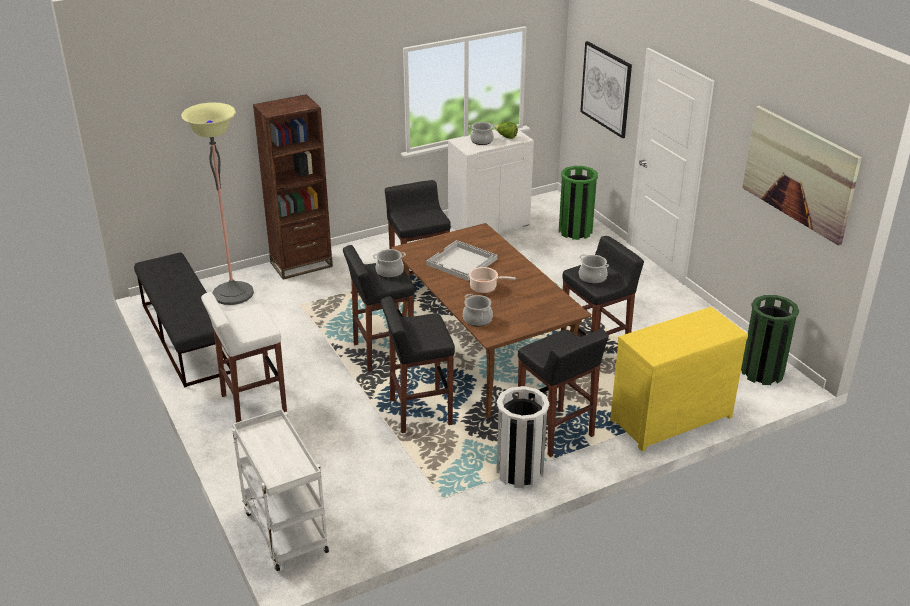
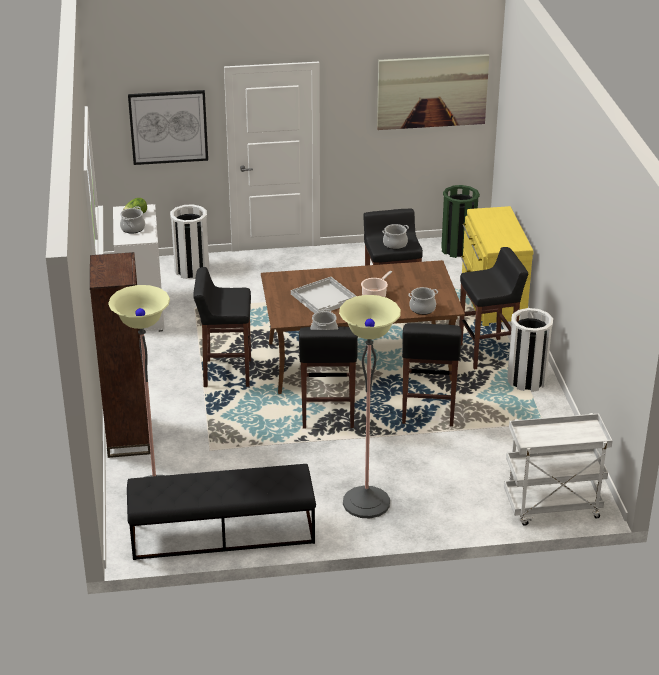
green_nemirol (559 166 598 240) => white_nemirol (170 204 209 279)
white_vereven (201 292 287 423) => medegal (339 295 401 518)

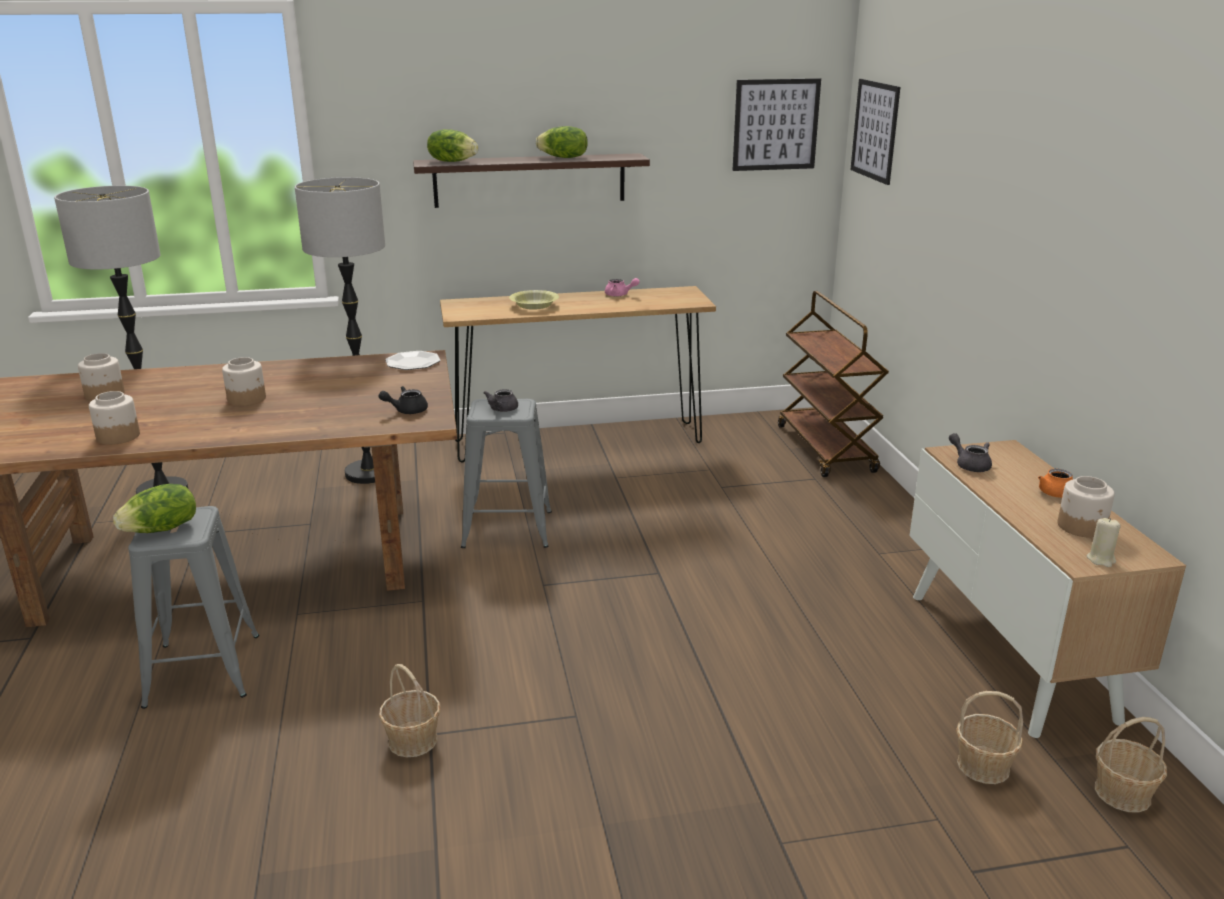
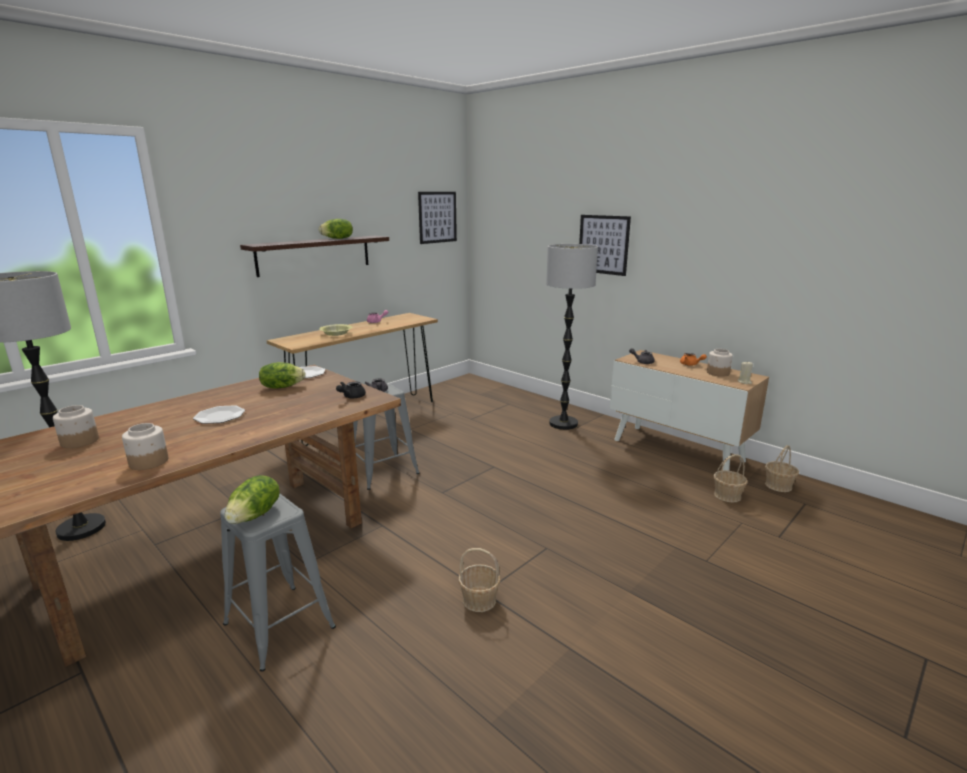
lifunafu (222 357 266 406) => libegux (193 405 245 424)
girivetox (427 129 478 162) => girivetox (259 362 306 389), shifted
medegal (295 177 385 484) => medegal (546 244 598 430), shifted
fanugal (850 79 900 185) => fanugal (579 215 631 276), shifted
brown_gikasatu (778 291 889 477) => nothing

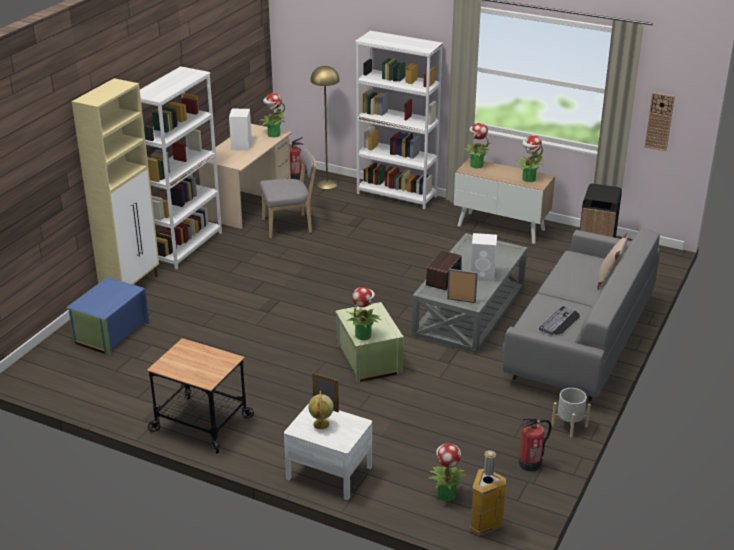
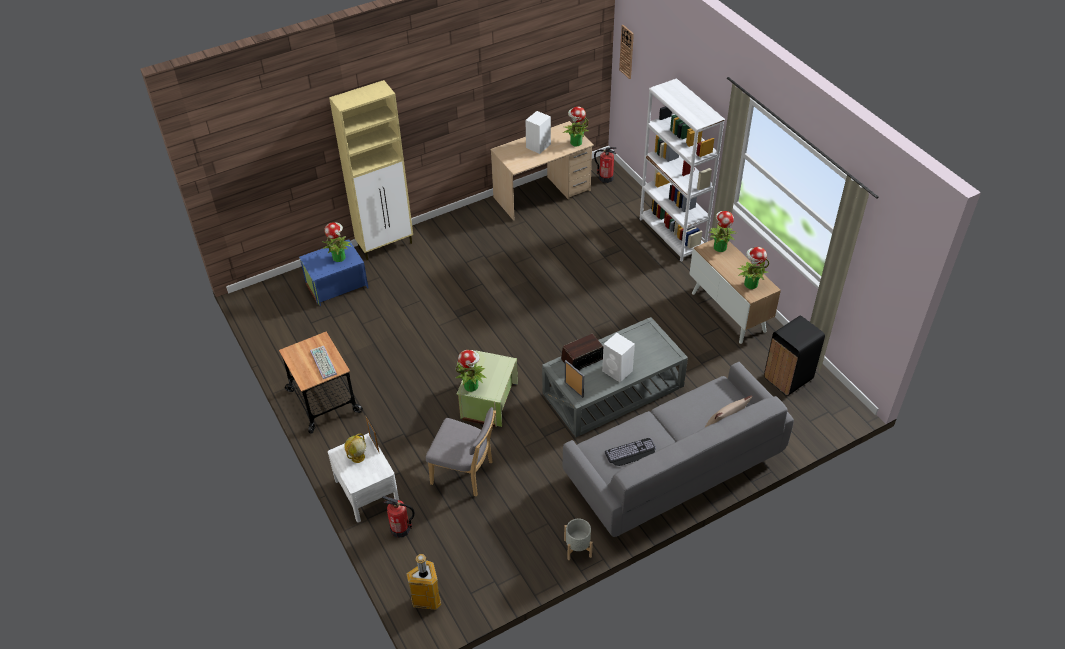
nothing => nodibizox (310 346 337 379)
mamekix (429 444 467 501) => mamekix (322 222 352 262), shifted
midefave (519 417 552 471) => midefave (382 496 415 538), shifted
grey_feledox (260 147 316 239) => grey_feledox (426 407 496 497), shifted
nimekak (645 92 675 151) => nimekak (619 25 634 79), shifted
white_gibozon (140 66 222 269) => nothing
yellow_medegal (310 66 340 189) => nothing

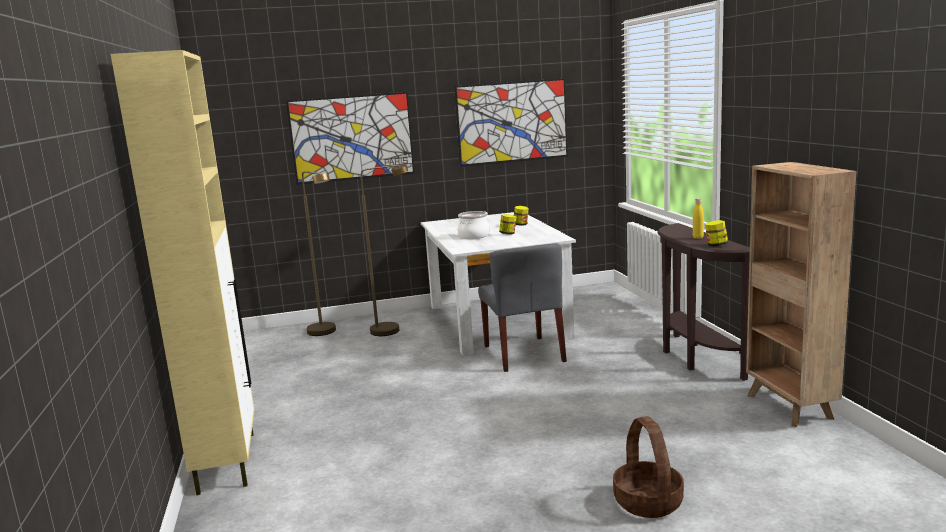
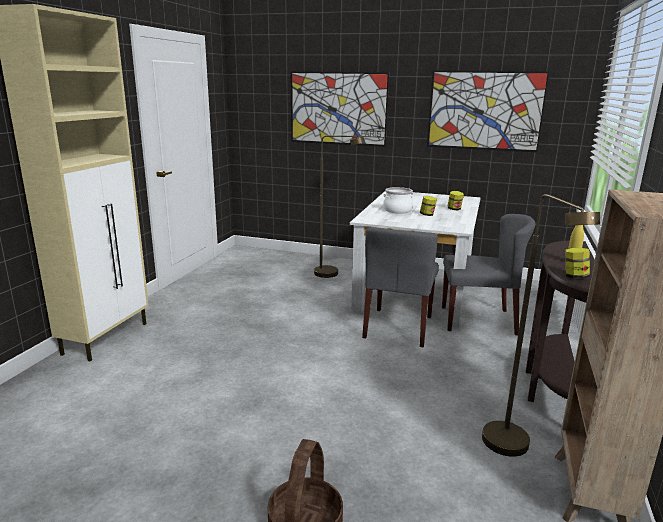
nothing => grey_feledox (442 214 536 335)
brown_medegal (302 171 336 336) => brown_medegal (482 194 600 457), shifted

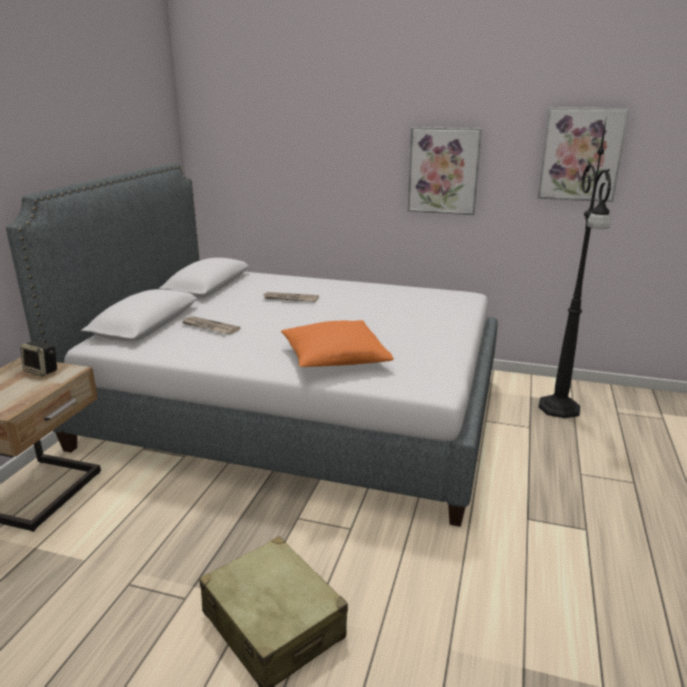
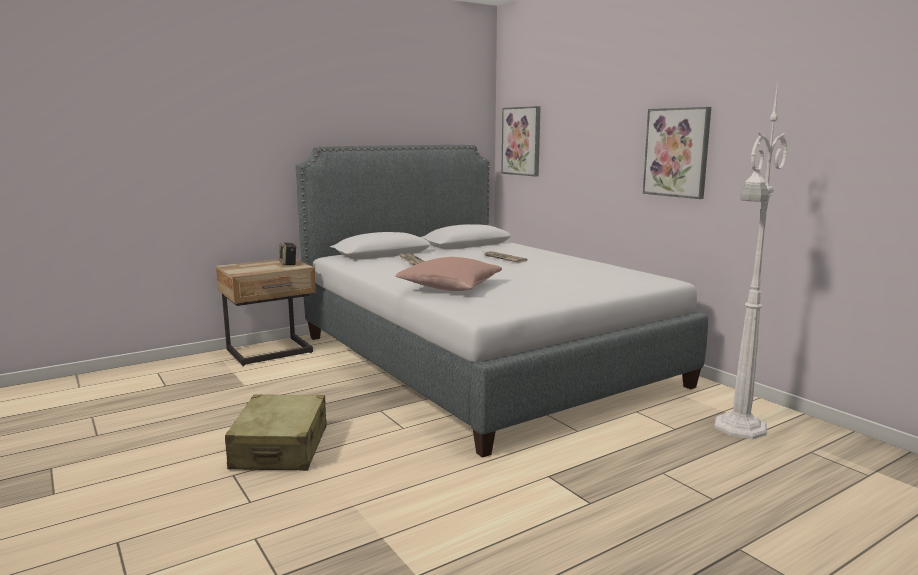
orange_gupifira (281 320 394 367) => pink_gupifira (395 257 502 291)
fanugal (538 107 630 202) => fanugal (501 106 541 176), shifted
black_medegal (539 116 611 418) => white_medegal (714 82 788 440)

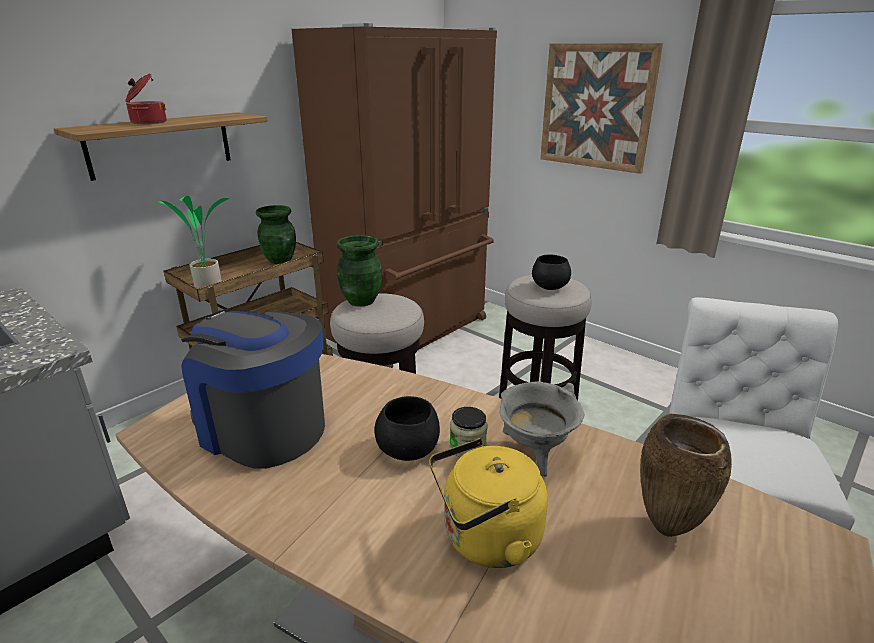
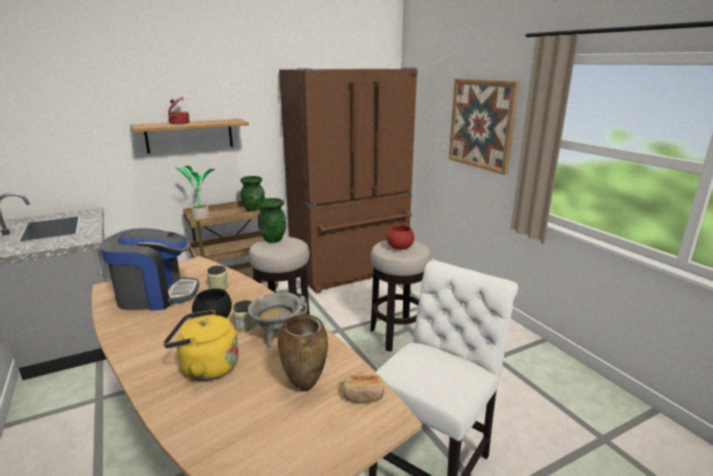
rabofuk (181 311 325 469) => rabofuk (101 228 199 310), 120 degrees clockwise
nothing => lifunafu (207 265 228 290)
nothing => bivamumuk (343 375 384 402)
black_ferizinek (532 254 571 290) => red_ferizinek (387 225 414 250)

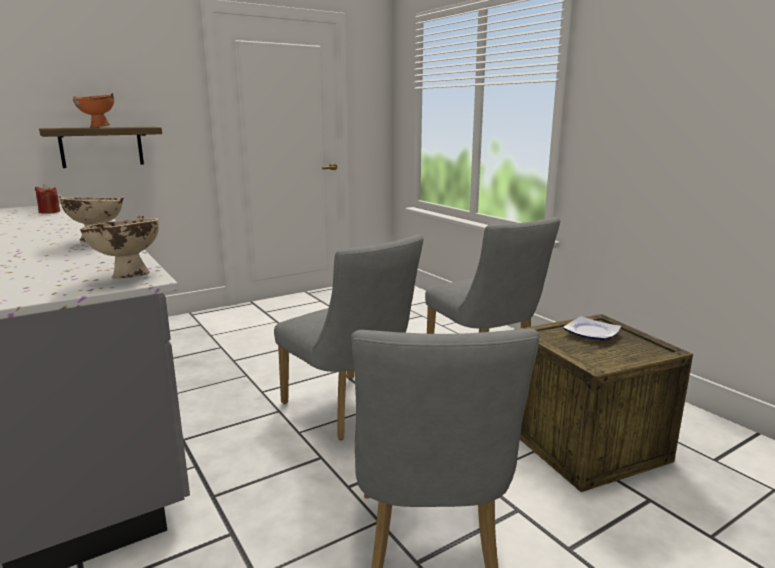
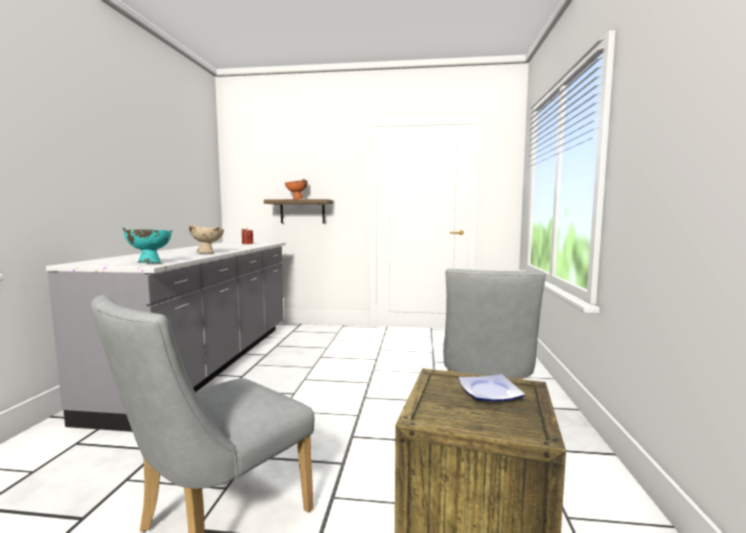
beige_ferizinek (80 215 159 279) => turquoise_ferizinek (123 227 172 263)
grey_feledox (274 235 423 440) => nothing

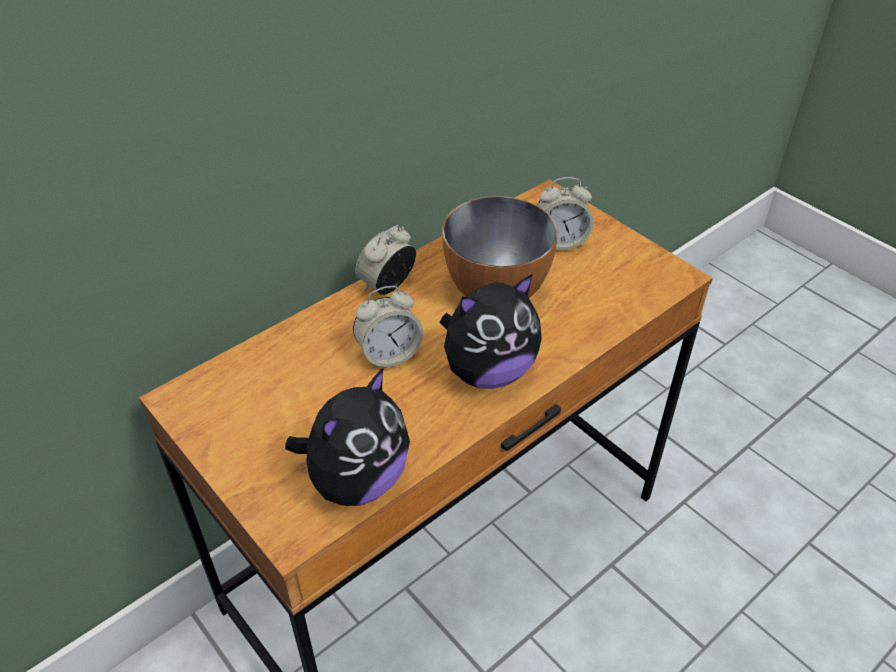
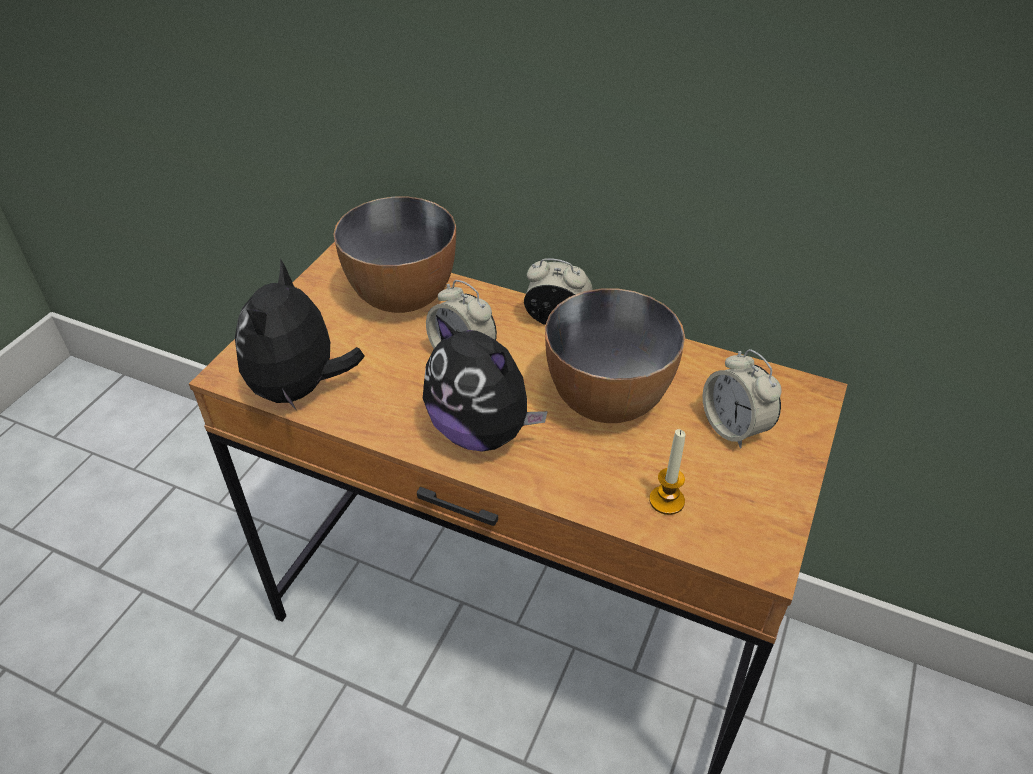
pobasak (285 367 410 506) => pobasak (235 259 365 411), 90 degrees clockwise
nothing => ferizinek (333 197 456 313)
nothing => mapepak (649 429 685 515)

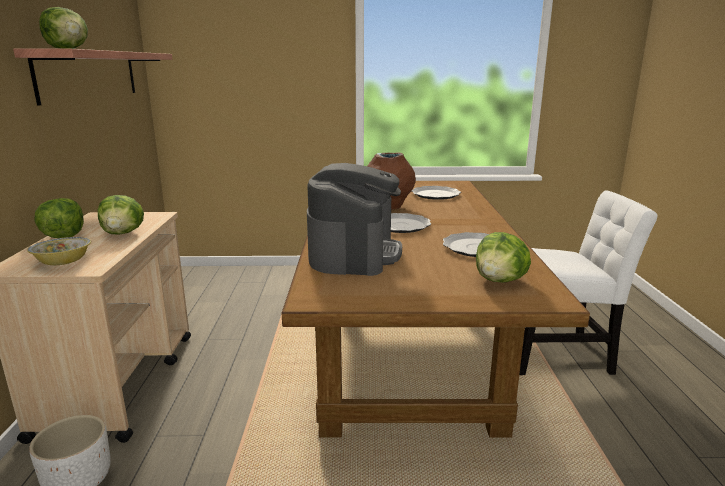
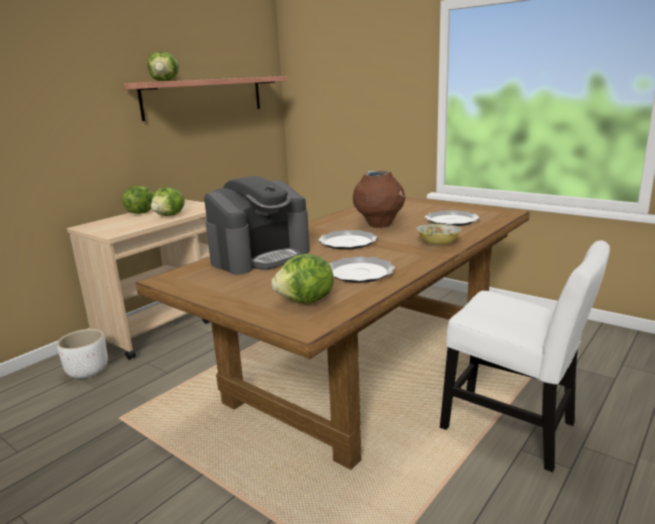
ferizinek (27 237 91 265) => ferizinek (416 224 462 245), shifted

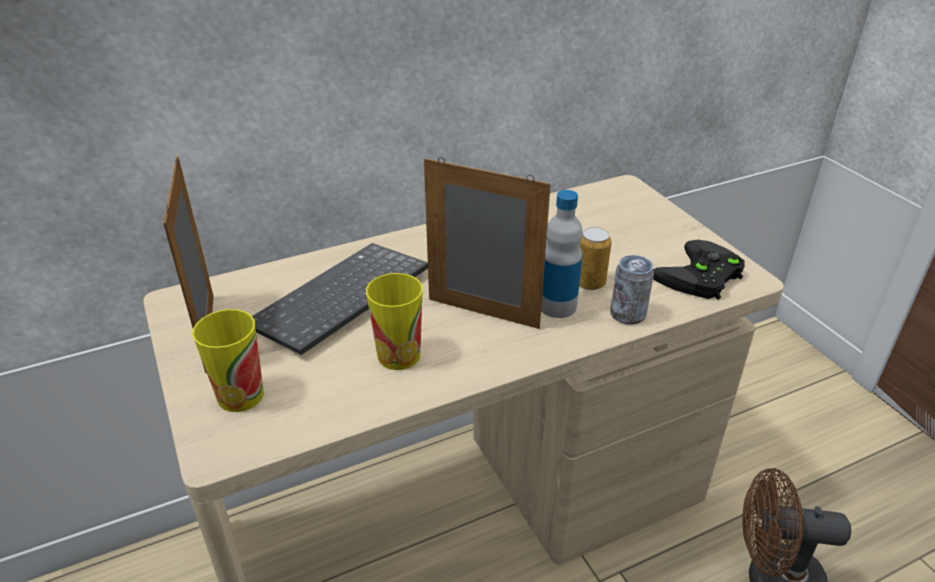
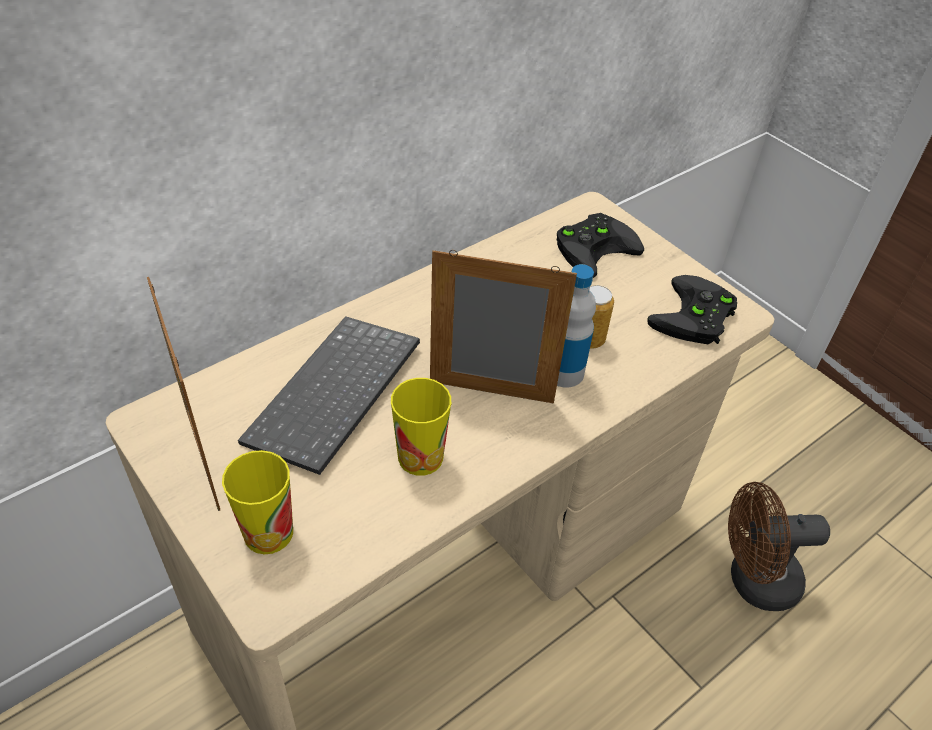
nothing => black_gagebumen (557 213 644 278)
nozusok (610 255 654 325) => nothing

